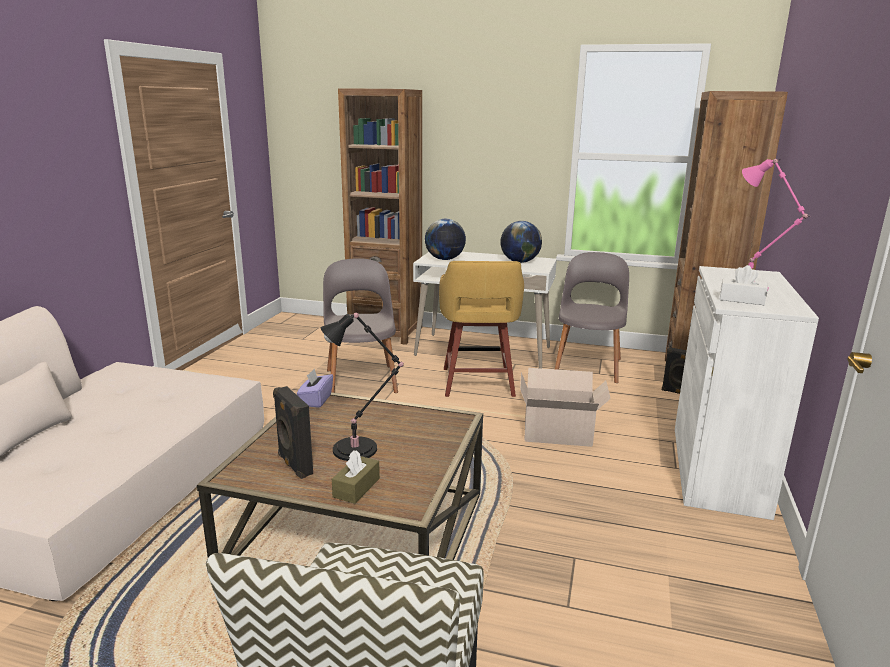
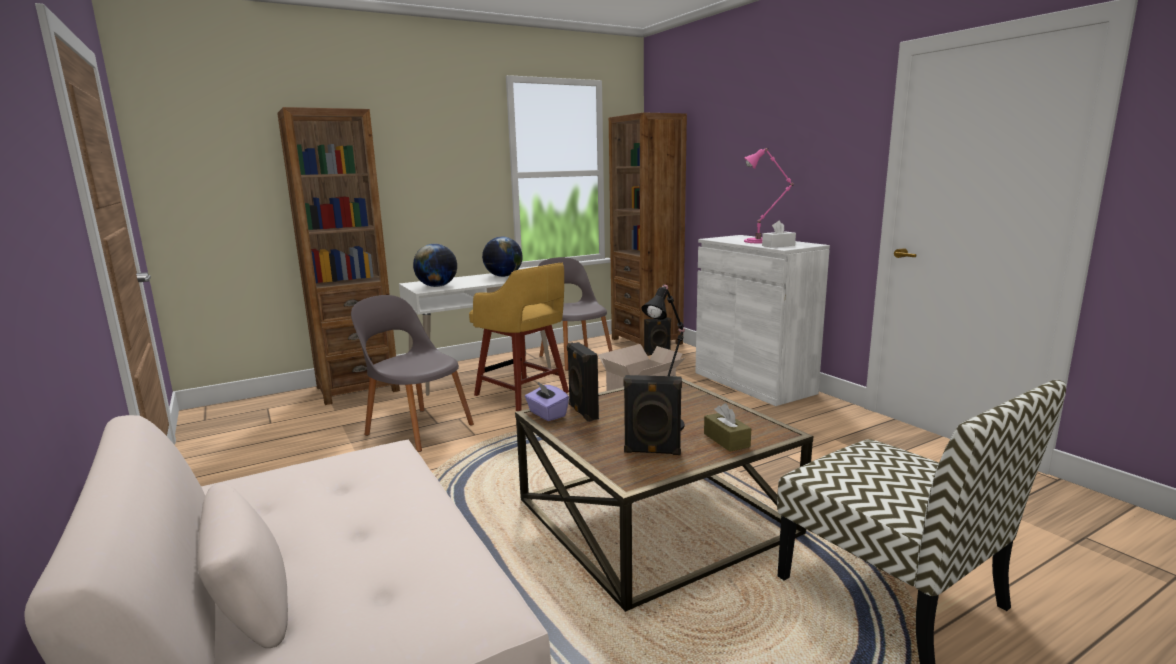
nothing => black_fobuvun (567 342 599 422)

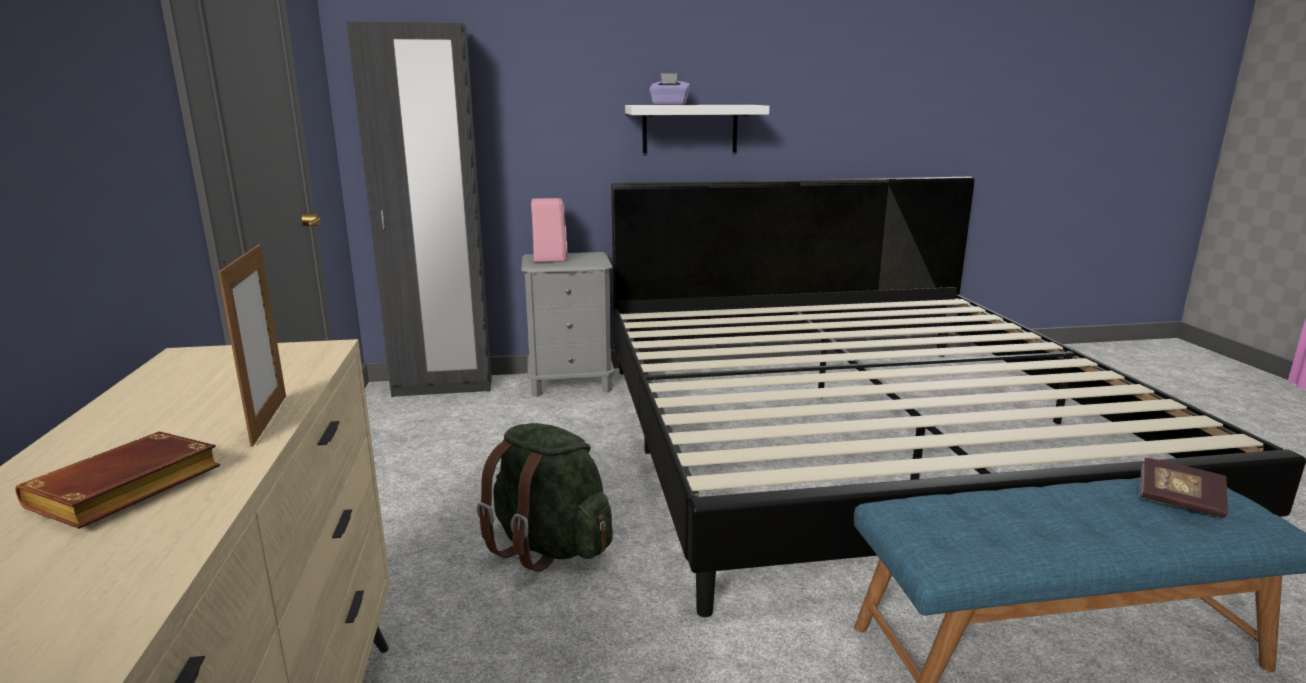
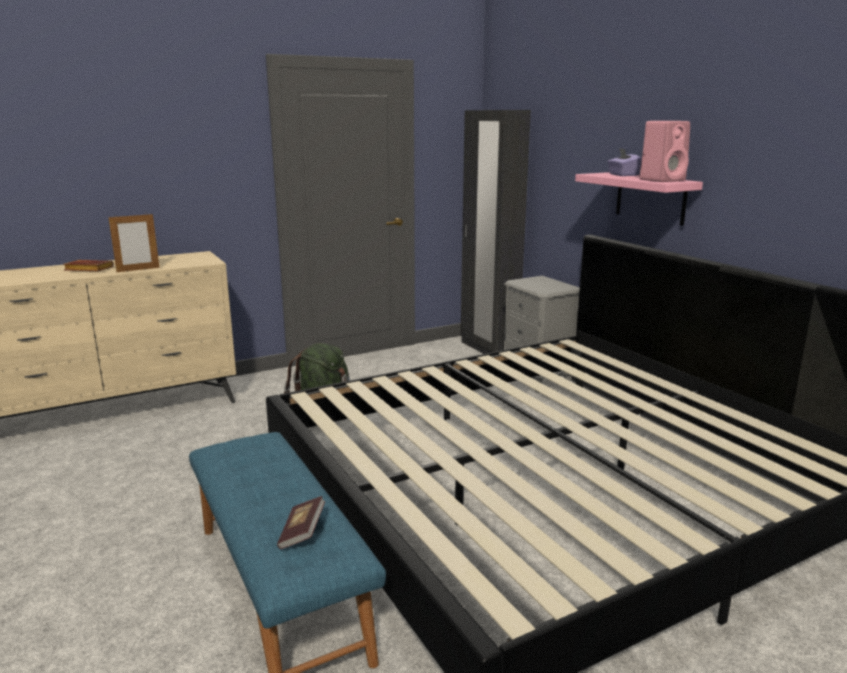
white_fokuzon (625 105 770 153) => pink_fokuzon (575 172 703 226)
pink_fobuvun (531 198 567 263) => pink_fobuvun (640 121 690 182), shifted

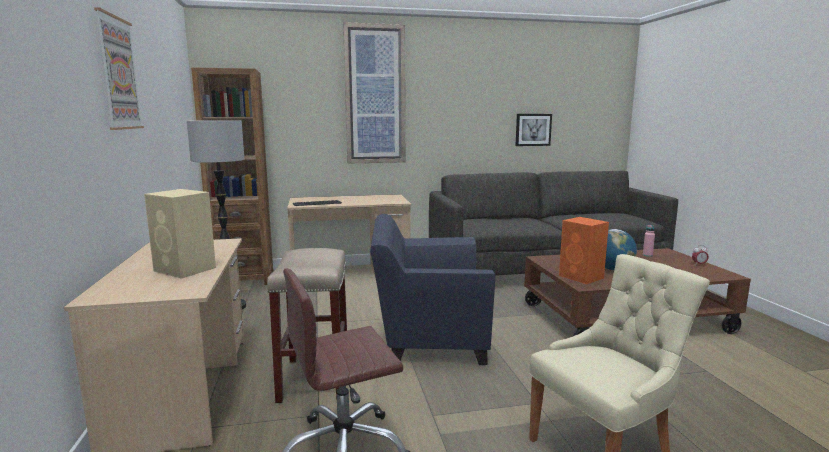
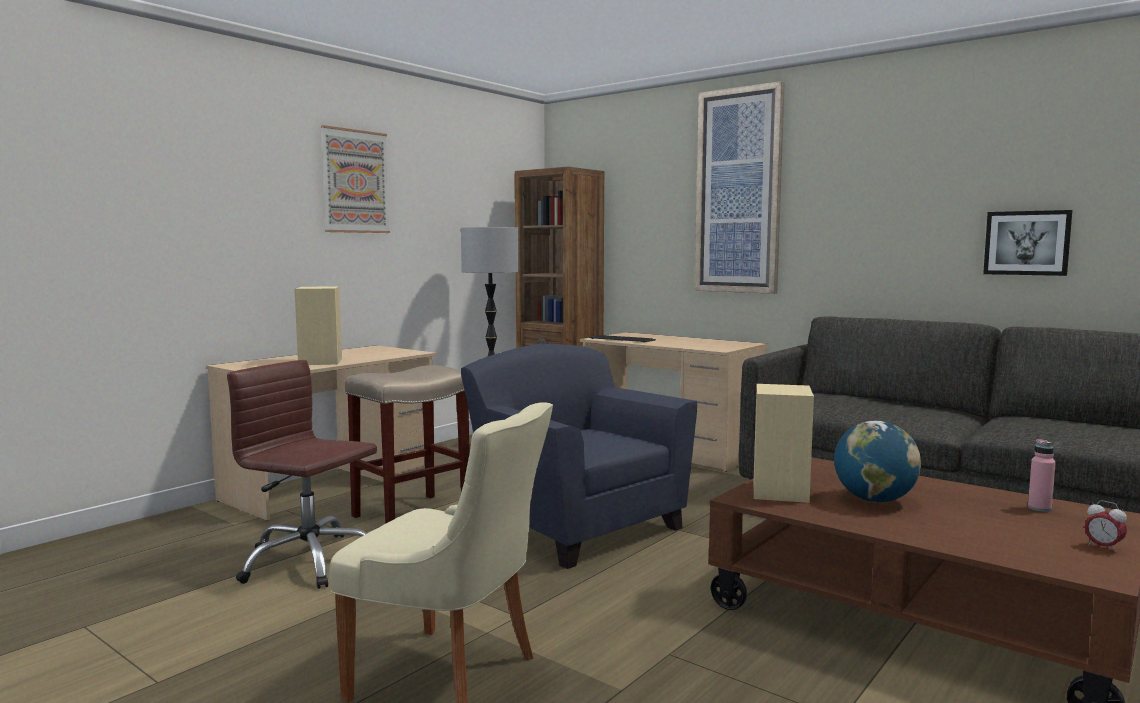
orange_fobuvun (559 217 609 284) => beige_fobuvun (754 384 814 503)

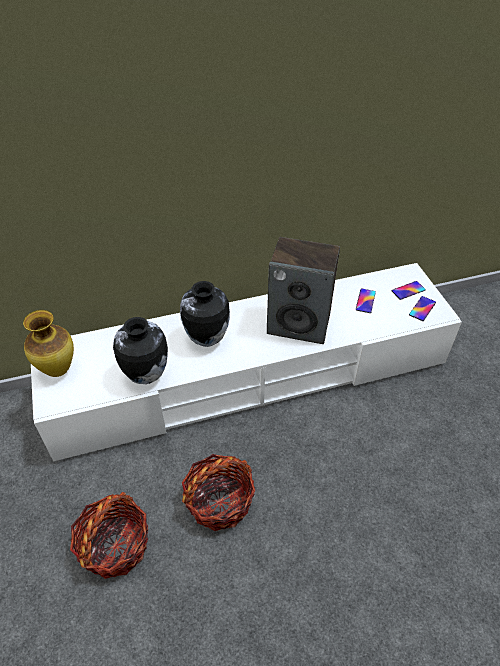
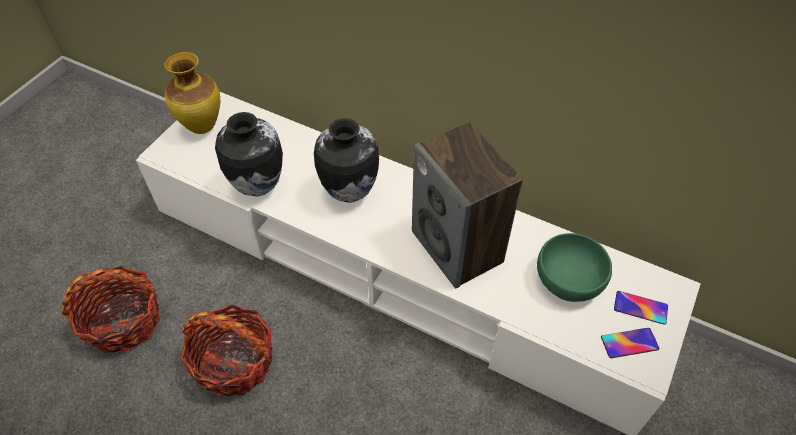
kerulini (356 289 376 313) => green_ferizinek (537 233 612 302)

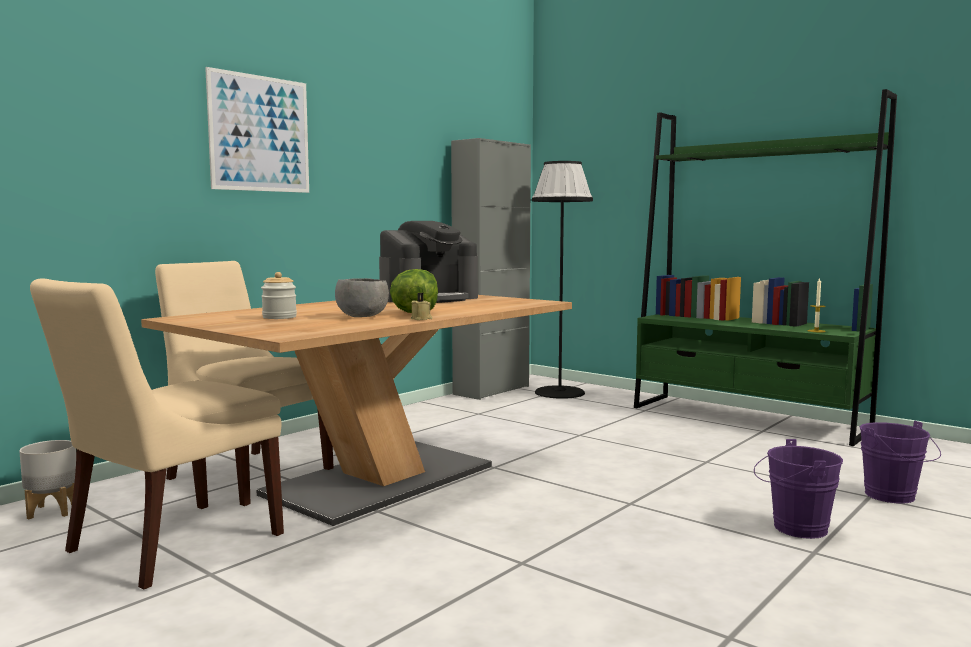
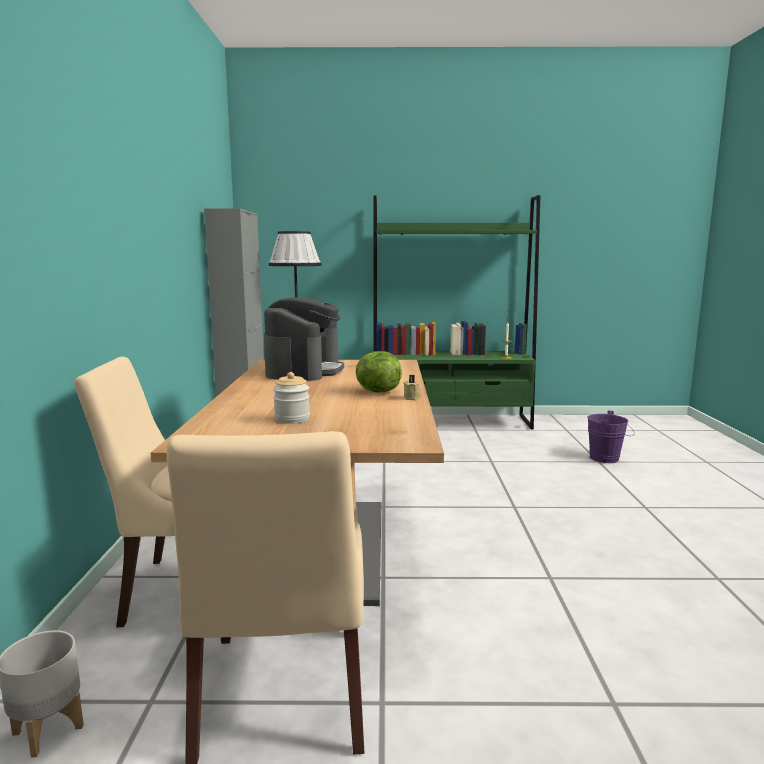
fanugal (205 67 309 193) => nothing
grey_ferizinek (335 278 389 317) => nothing
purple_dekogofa (754 439 843 539) => nothing

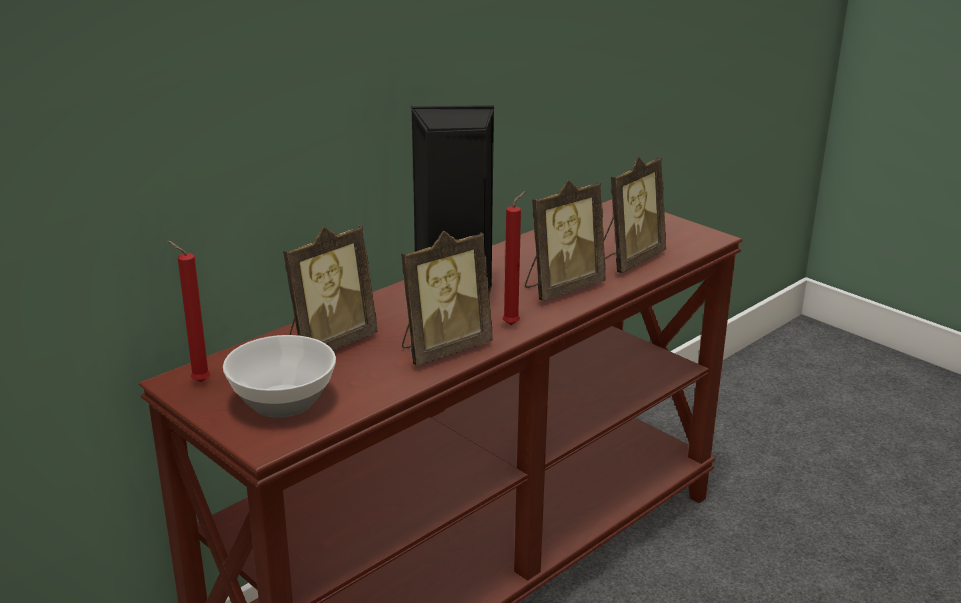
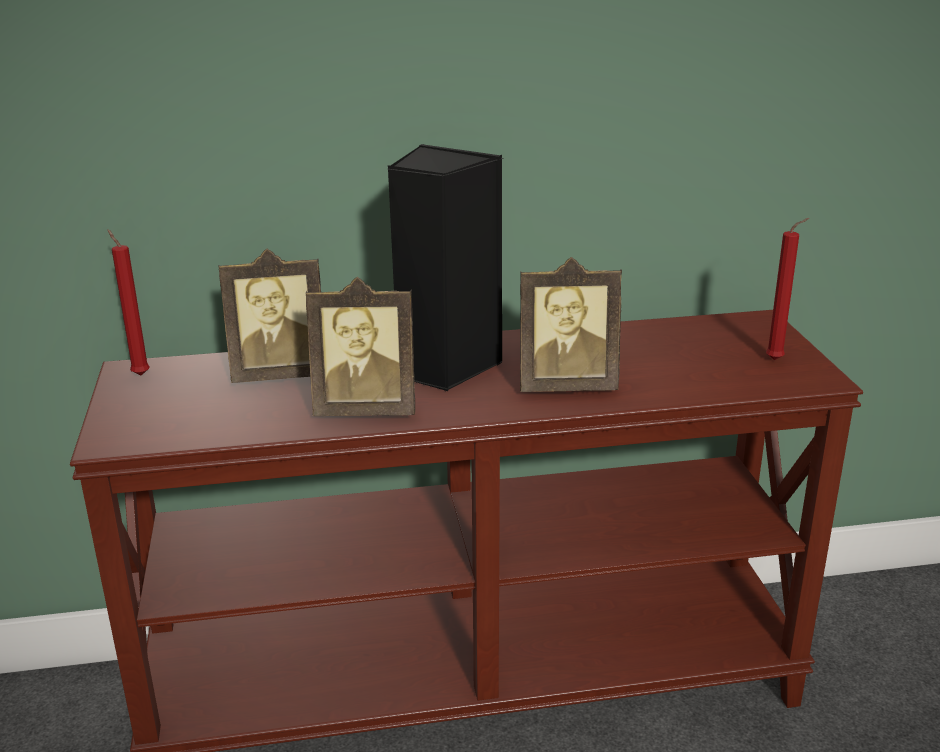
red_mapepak (503 191 526 325) => red_mapepak (766 218 809 360), shifted
ferizinek (223 335 336 418) => nothing
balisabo (604 156 666 273) => nothing

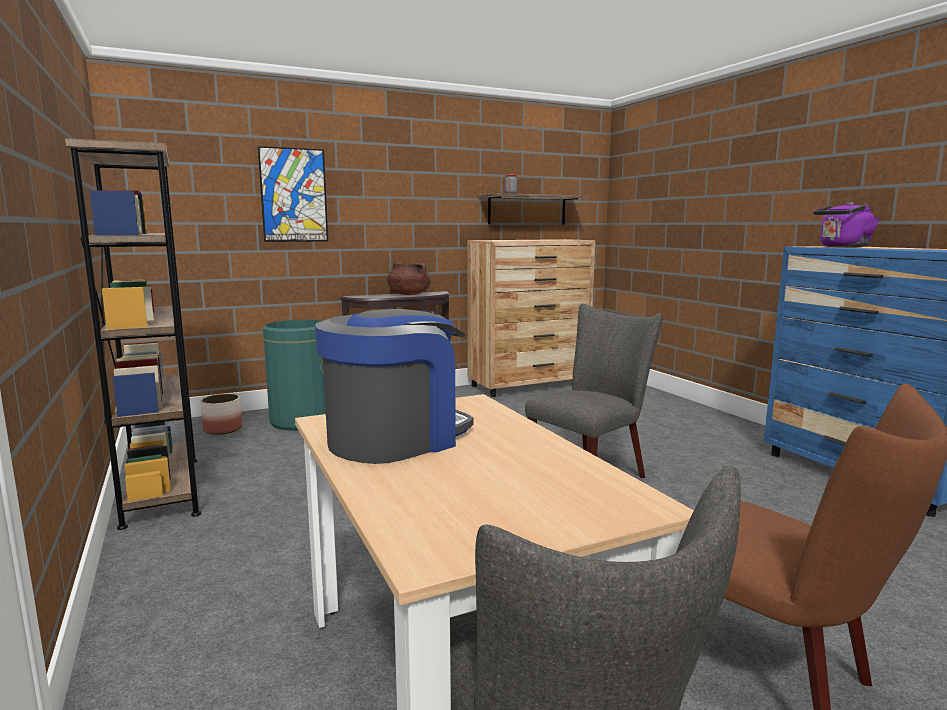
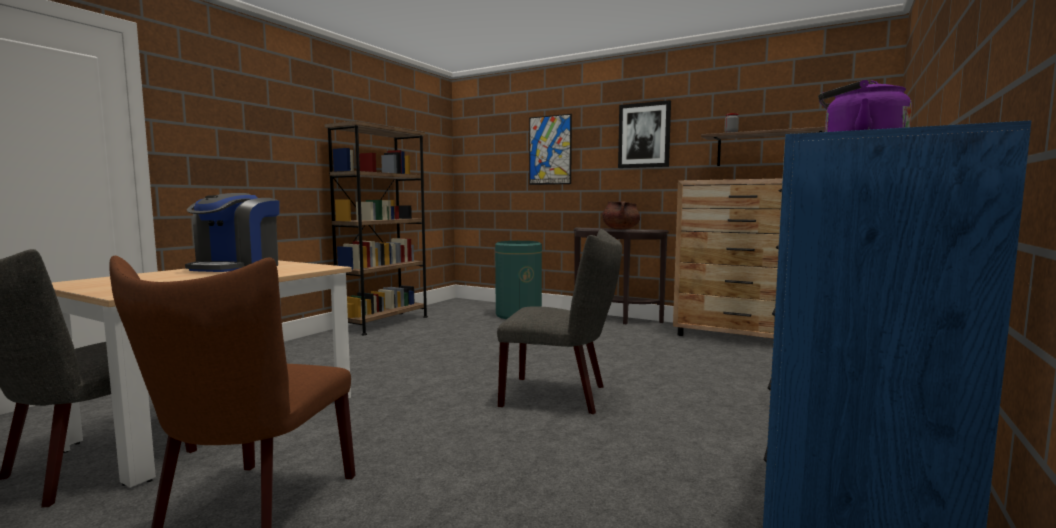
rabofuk (315 309 474 464) => rabofuk (185 193 279 272), 90 degrees clockwise
nothing => fanugal (618 100 671 168)
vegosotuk (201 394 242 435) => nothing

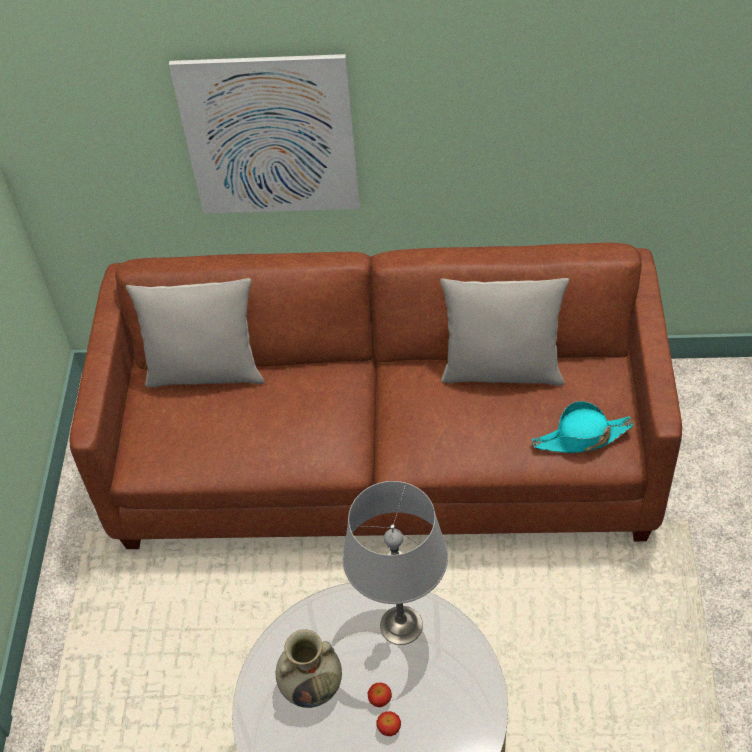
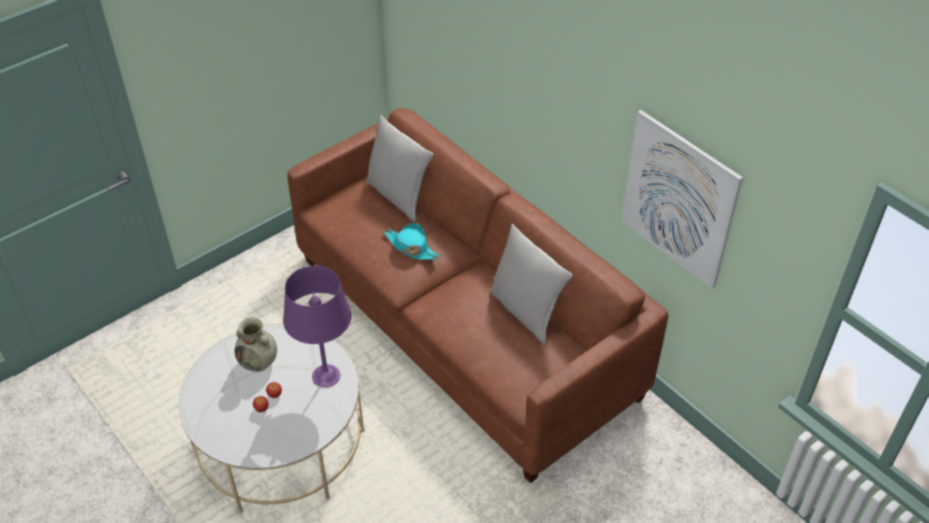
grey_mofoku (343 481 448 645) => purple_mofoku (283 266 351 387)
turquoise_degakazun (532 401 634 453) => turquoise_degakazun (384 223 440 260), shifted
fanugal (169 54 360 214) => fanugal (622 110 743 289), shifted

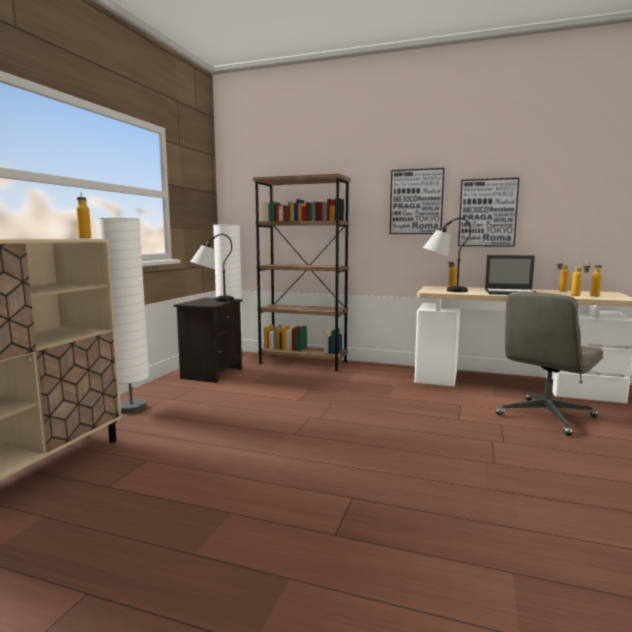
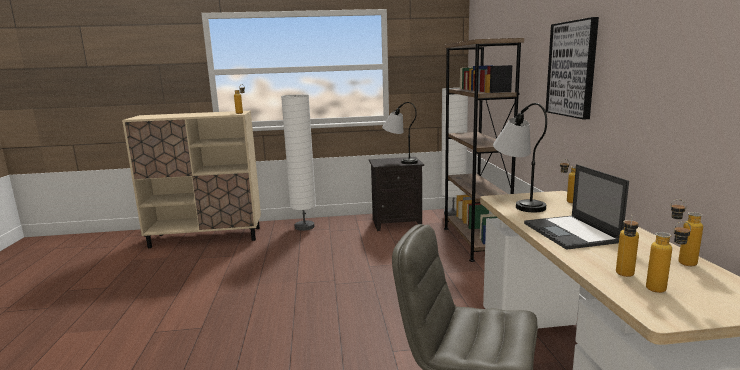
fanugal (458 178 519 247) => nothing

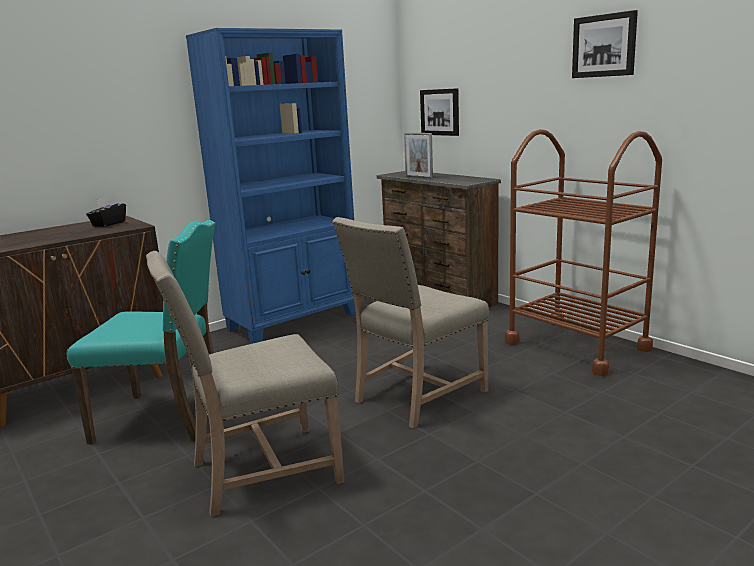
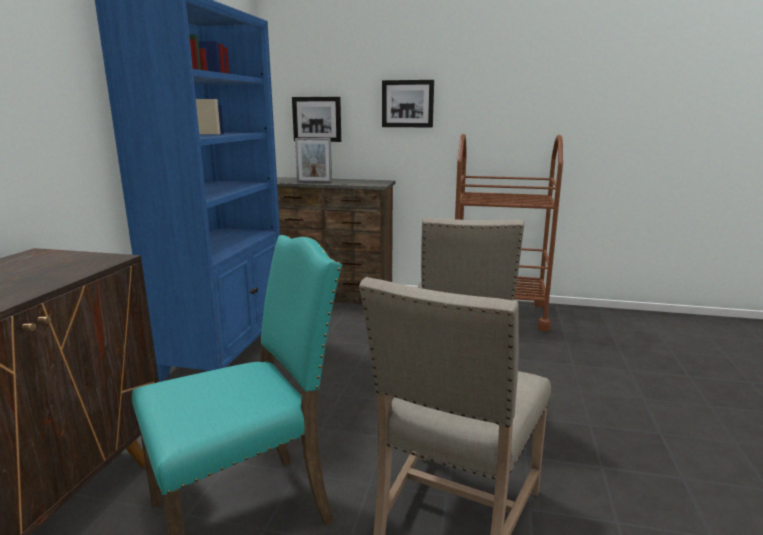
fanugal (572 10 638 78) => fanugal (382 80 434 127), shifted
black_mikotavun (86 197 126 227) => nothing

